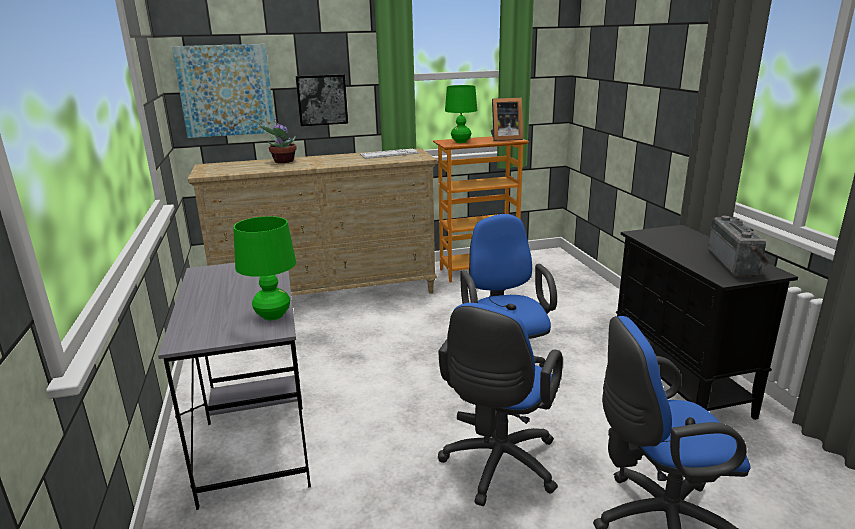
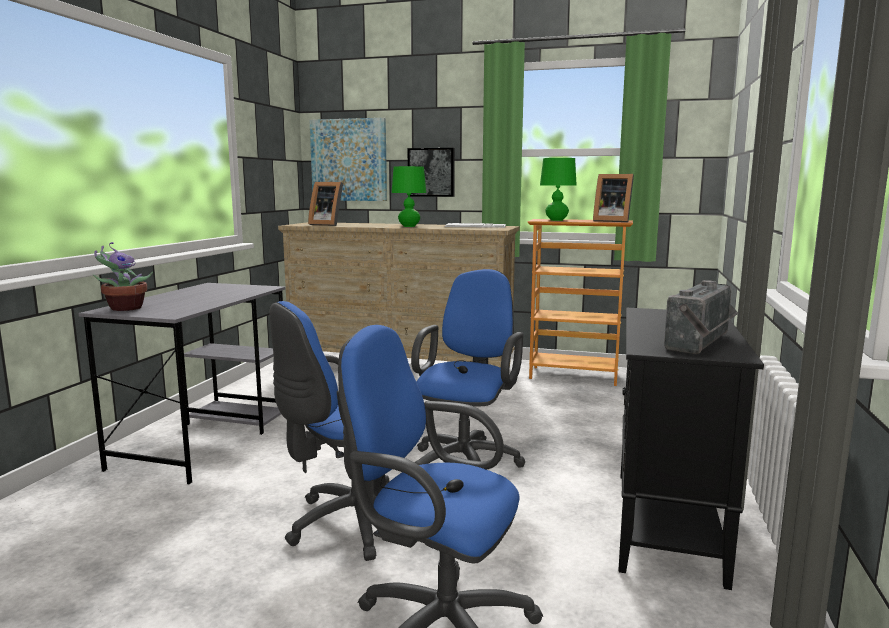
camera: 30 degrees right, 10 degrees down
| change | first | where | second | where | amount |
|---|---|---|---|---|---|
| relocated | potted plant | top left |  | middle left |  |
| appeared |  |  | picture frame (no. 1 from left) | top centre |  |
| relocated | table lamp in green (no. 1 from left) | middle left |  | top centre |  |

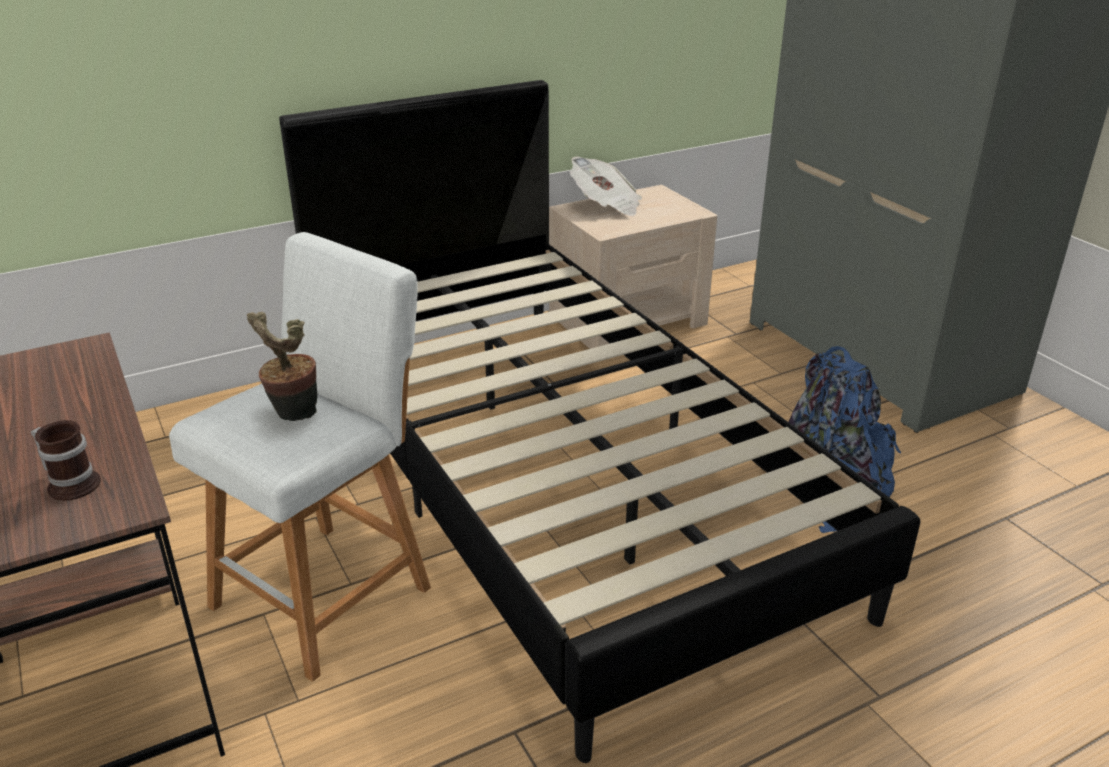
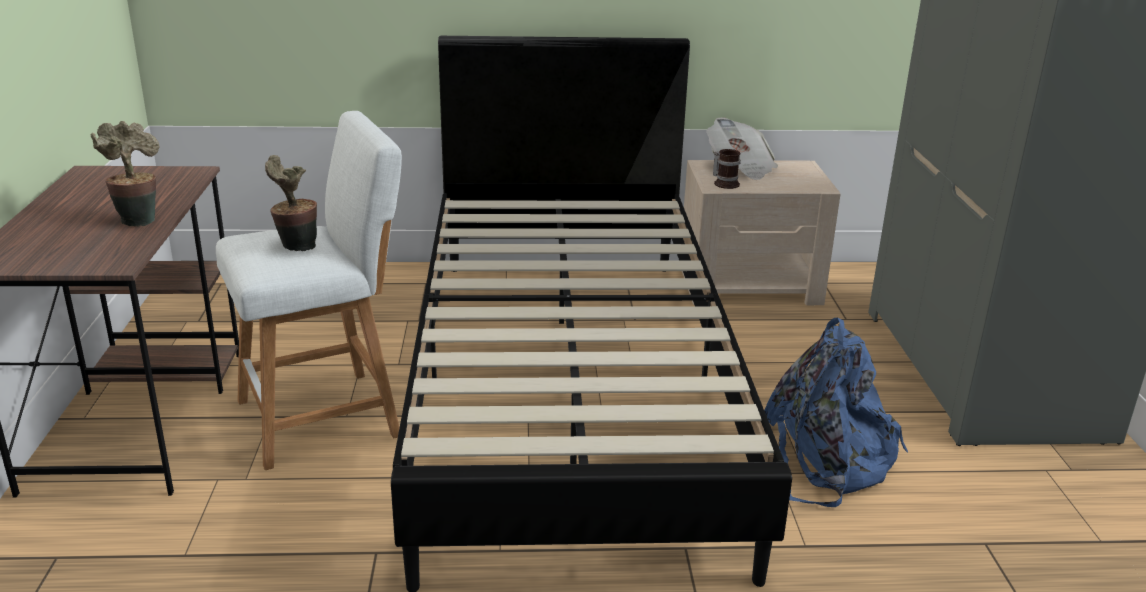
camera: 25 degrees right, 5 degrees down
| change | first | where | second | where | amount |
|---|---|---|---|---|---|
| appeared |  |  | potted plant (no. 1 from left) | top left |  |
| relocated | mug | middle left |  | top centre |  |

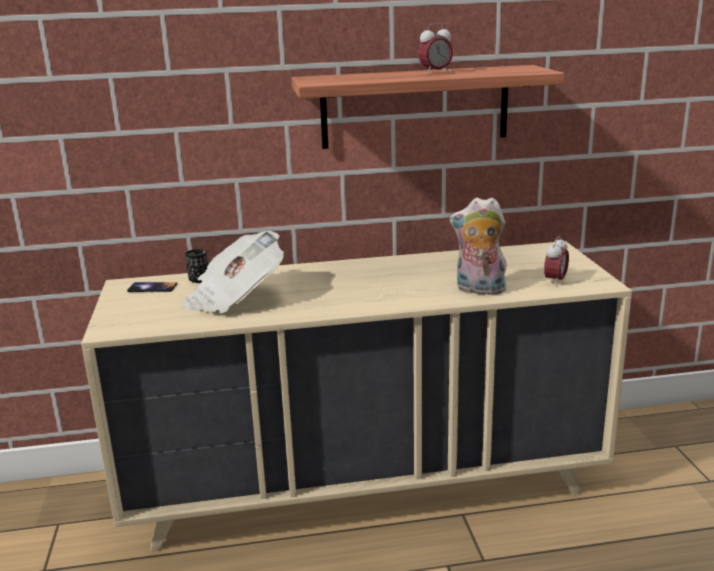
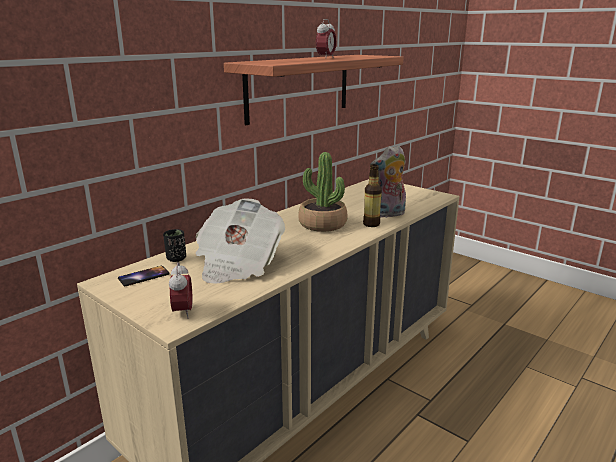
camera: 40 degrees left, 0 degrees up
| change | first | where | second | where | amount |
|---|---|---|---|---|---|
| relocated | alarm clock (no. 2 from left in the first image) | middle right | alarm clock (no. 1 from left) | middle left |  |
| appeared |  |  | potted plant | centre |  |
| appeared |  |  | bottle | centre |  |

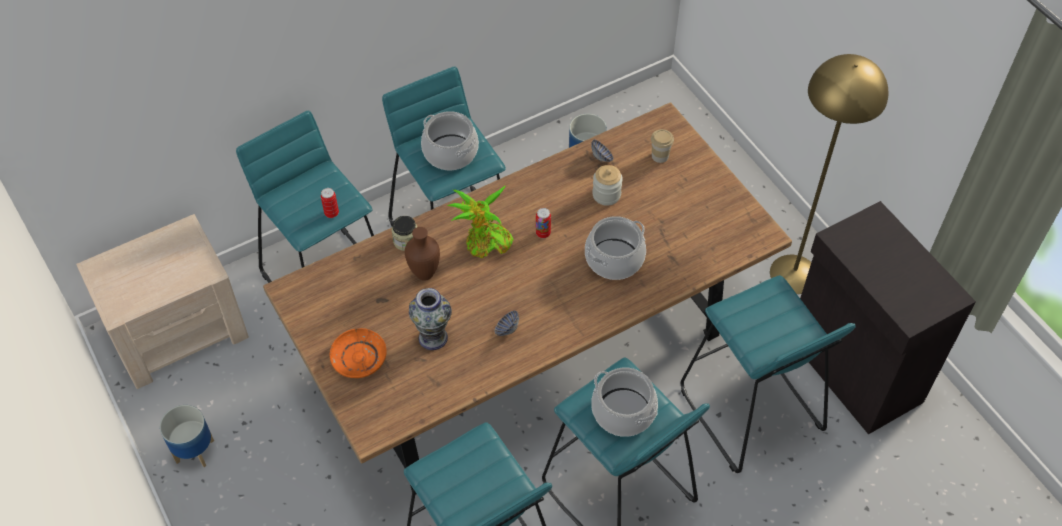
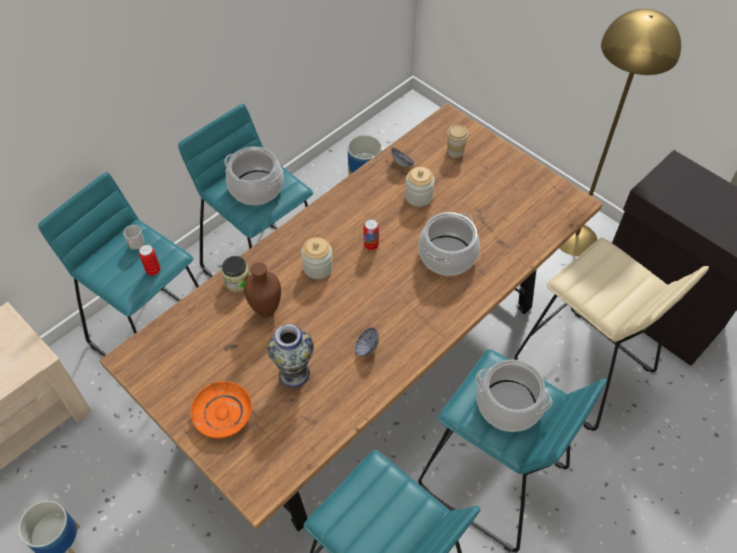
camera: 15 degrees left, 0 degrees up
| change | first | where | second | where | amount |
|---|---|---|---|---|---|
| appeared |  |  | mug | middle left |  |
| exchanged | potted plant | centre | jar (no. 2 from left) | centre |  |
| colour | stool in turquoise (no. 5 from left) | bottom right | stool in beige | middle right |  |

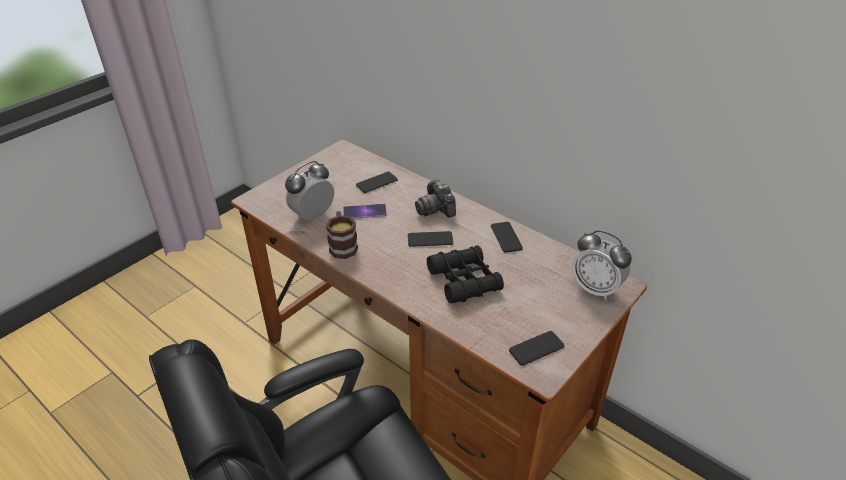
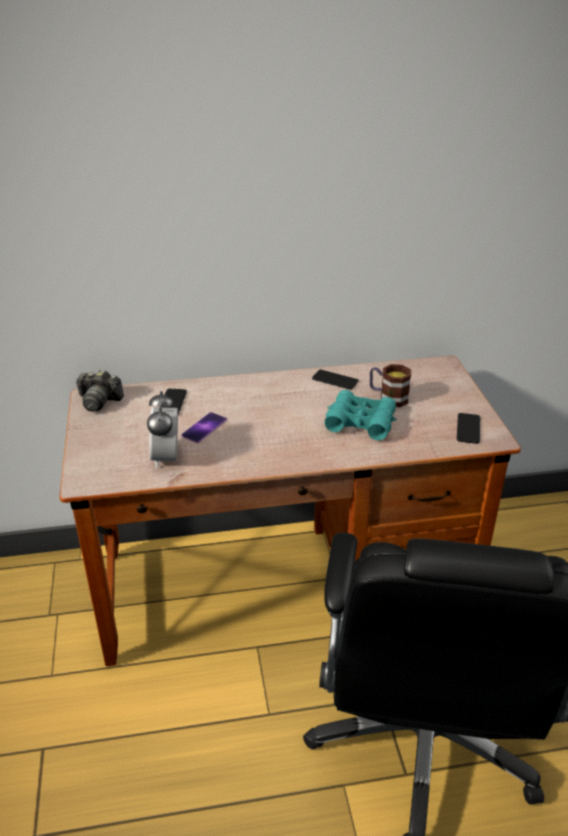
camera: 50 degrees left, 5 degrees down
| change | first | where | second | where | amount |
|---|---|---|---|---|---|
| relocated | photo camera | centre |  | middle left |  |
| colour | binoculars in black | centre | binoculars in turquoise | centre |  |
| relocated | mug | centre |  | middle right |  |
| missing | phone (no. 3 from left) | centre |  |  |  |
| missing | alarm clock (no. 2 from left) | middle right |  |  |  |

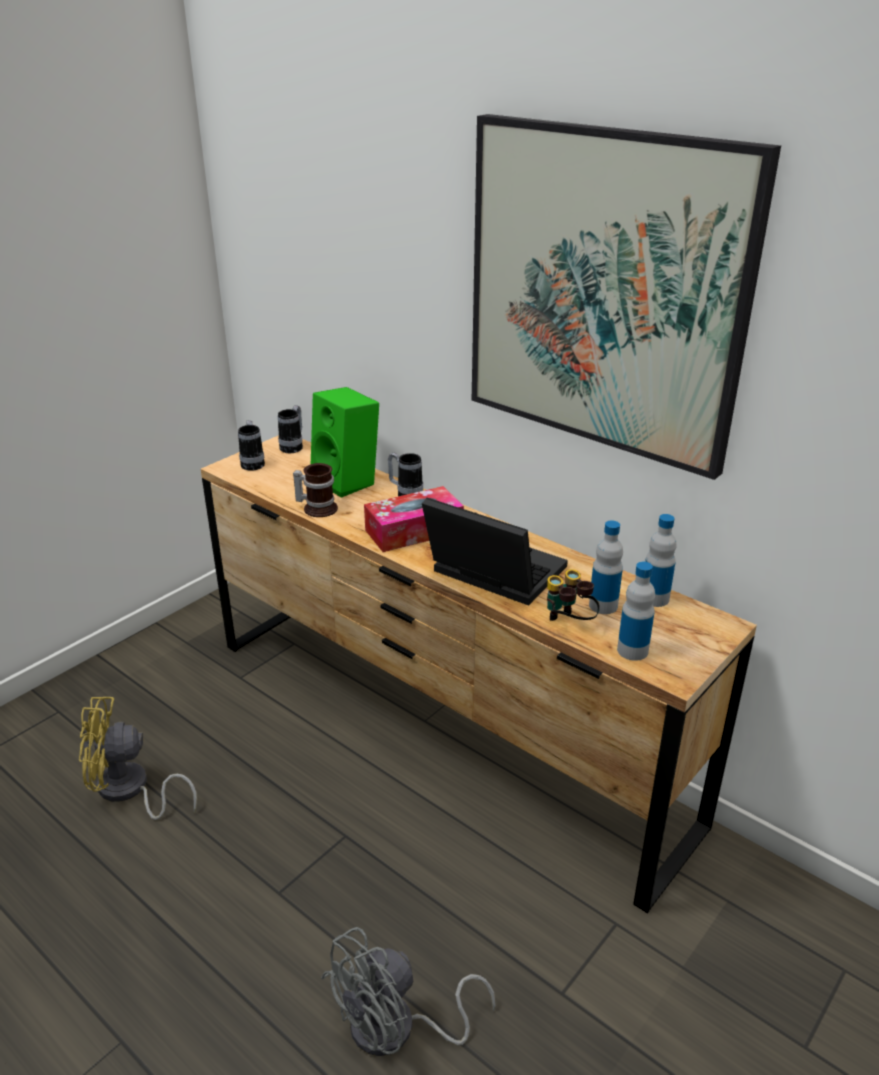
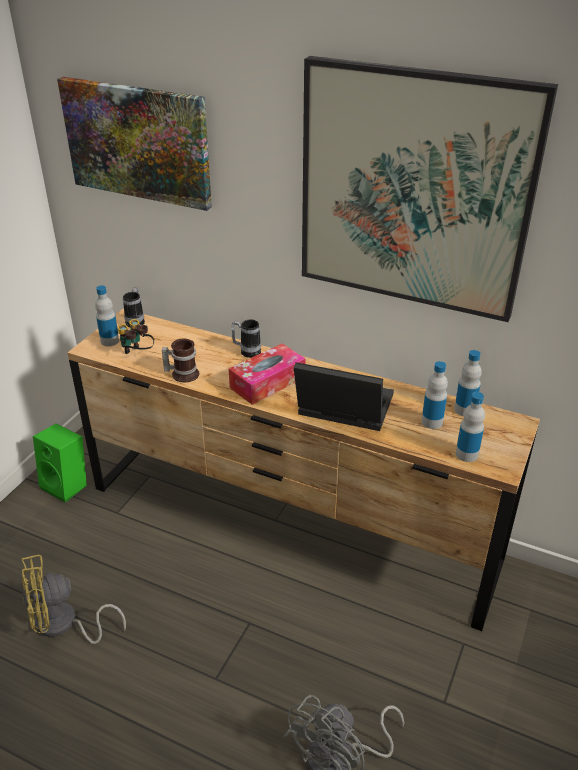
camera: 15 degrees left, 5 degrees up
| change | first | where | second | where | amount |
|---|---|---|---|---|---|
| relocated | speaker in green | centre |  | middle left |  |
| appeared |  |  | picture (no. 1 from left) | top left |  |
| exchanged | mug (no. 1 from left) | middle left | bottle (no. 1 from left) | middle left |  |
| relocated | binoculars | centre |  | middle left |  |

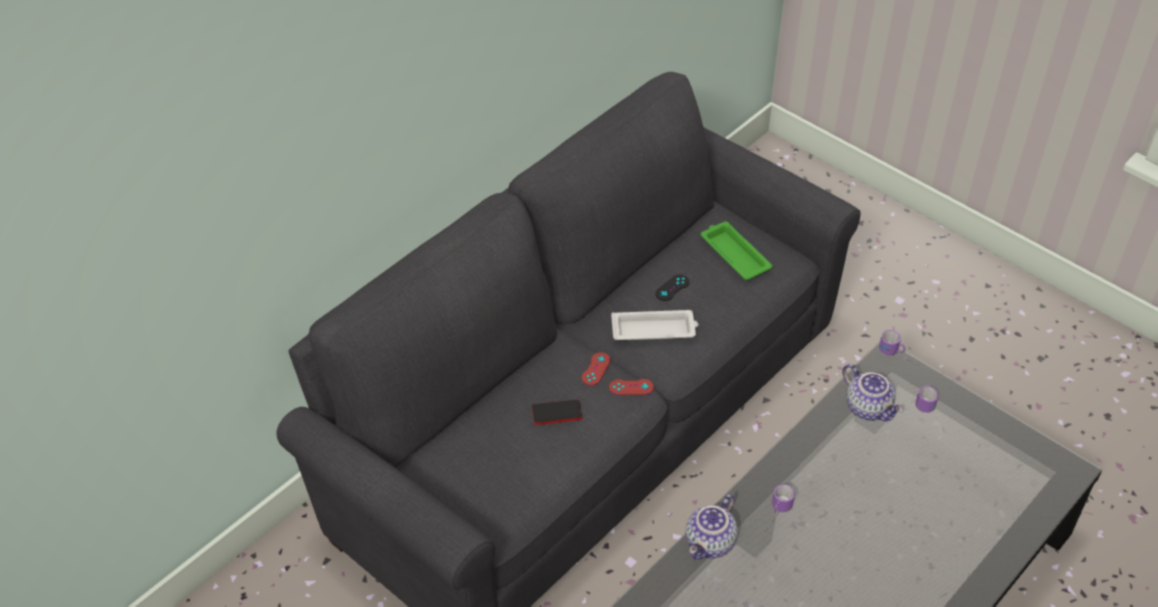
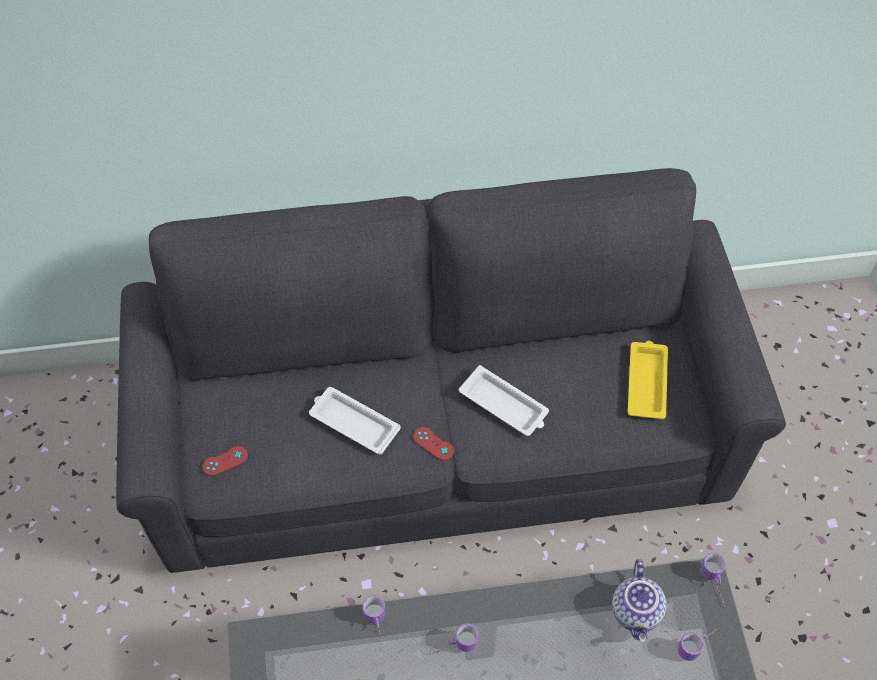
camera: 40 degrees right, 10 degrees up
| change | first | where | second | where | amount |
|---|---|---|---|---|---|
| relocated | game controller in red (no. 1 from left) | centre |  | bottom left |  |
| exchanged | phone | bottom centre | tray in white (no. 1 from left) | centre |  |
| exchanged | teapot (no. 1 from left) | bottom centre | mug (no. 1 from left) | bottom centre |  |
| colour | tray in green | centre | tray in yellow | middle right |  |
| missing | game controller in black | centre |  |  |  |

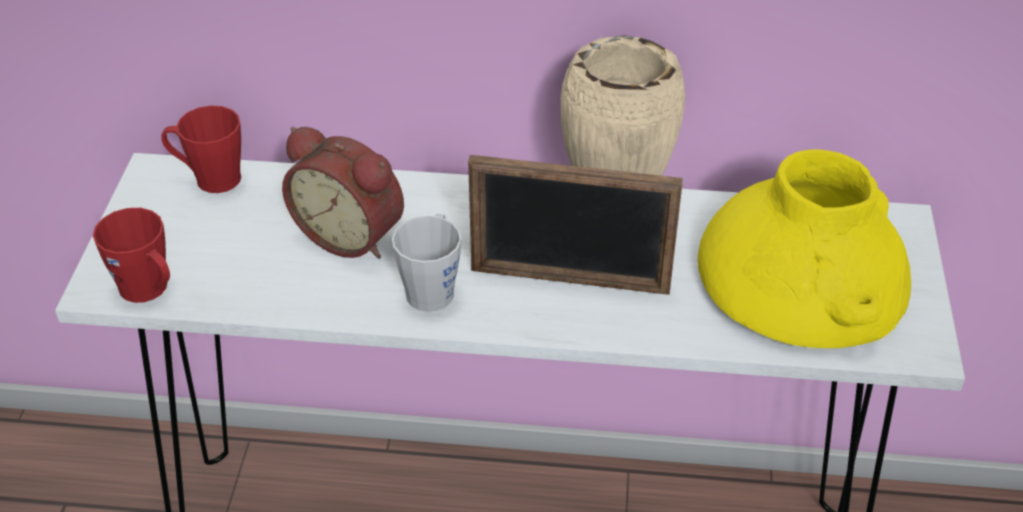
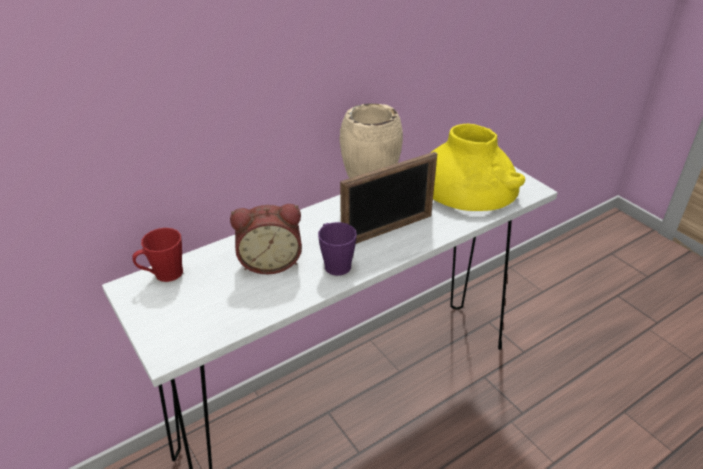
camera: 40 degrees left, 5 degrees down
| change | first | where | second | where | amount |
|---|---|---|---|---|---|
| colour | mug in grey | centre | mug in purple | centre |  |
| missing | mug in red (no. 1 from left) | middle left |  |  |  |

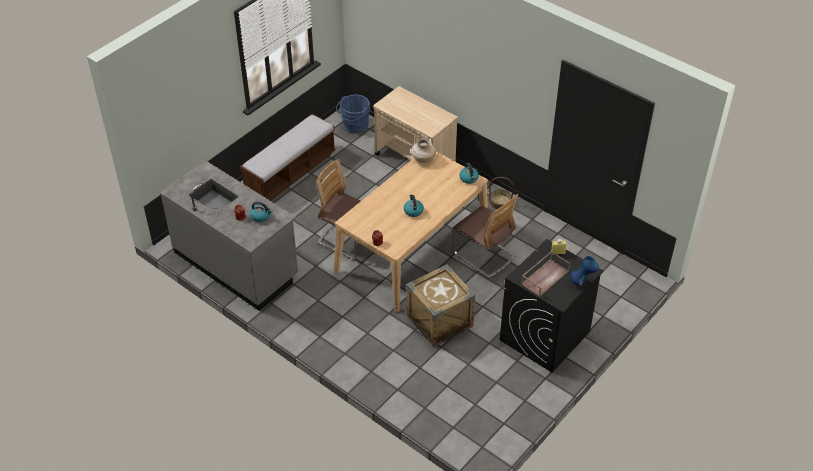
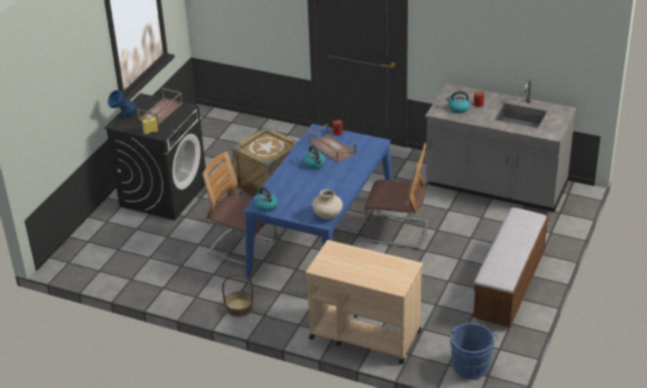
camera: 165 degrees right, 10 degrees down
| change | first | where | second | where | amount |
|---|---|---|---|---|---|
| colour | dining table in beige | centre | dining table in blue | centre |  |
| appeared |  |  | tray in brown (no. 2 from left) | centre |  |

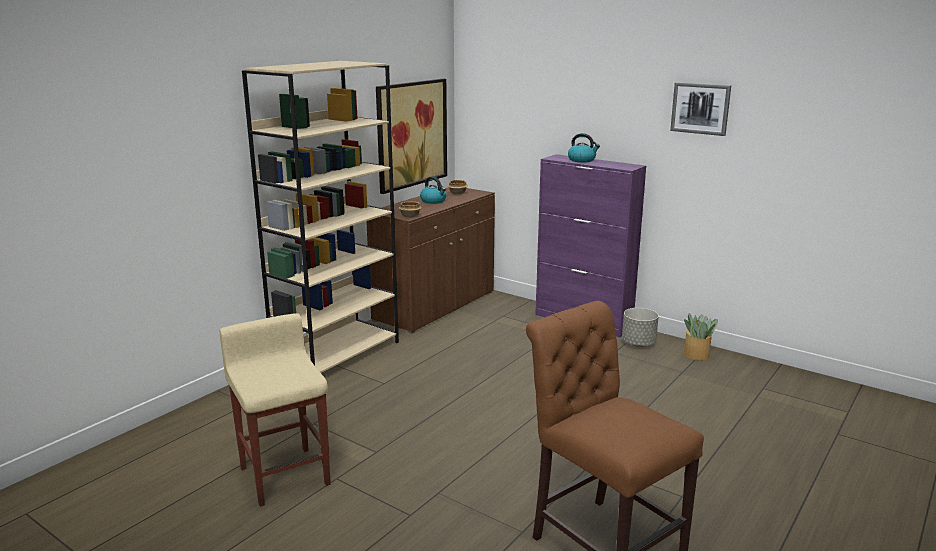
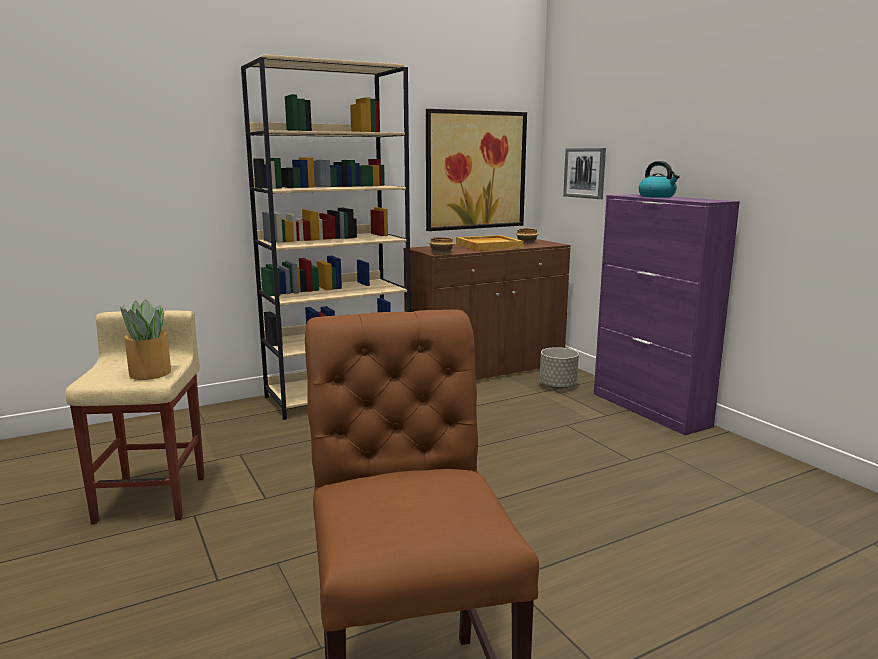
camera: 25 degrees right, 5 degrees down
| change | first | where | second | where | amount |
|---|---|---|---|---|---|
| relocated | potted plant | middle right |  | middle left |  |
| exchanged | kettle (no. 1 from left) | centre | tray in beige | centre |  |
| relocated | planter in grey | middle right |  | centre |  |
| relocated | picture (no. 2 from left) | top right |  | top centre |  |

